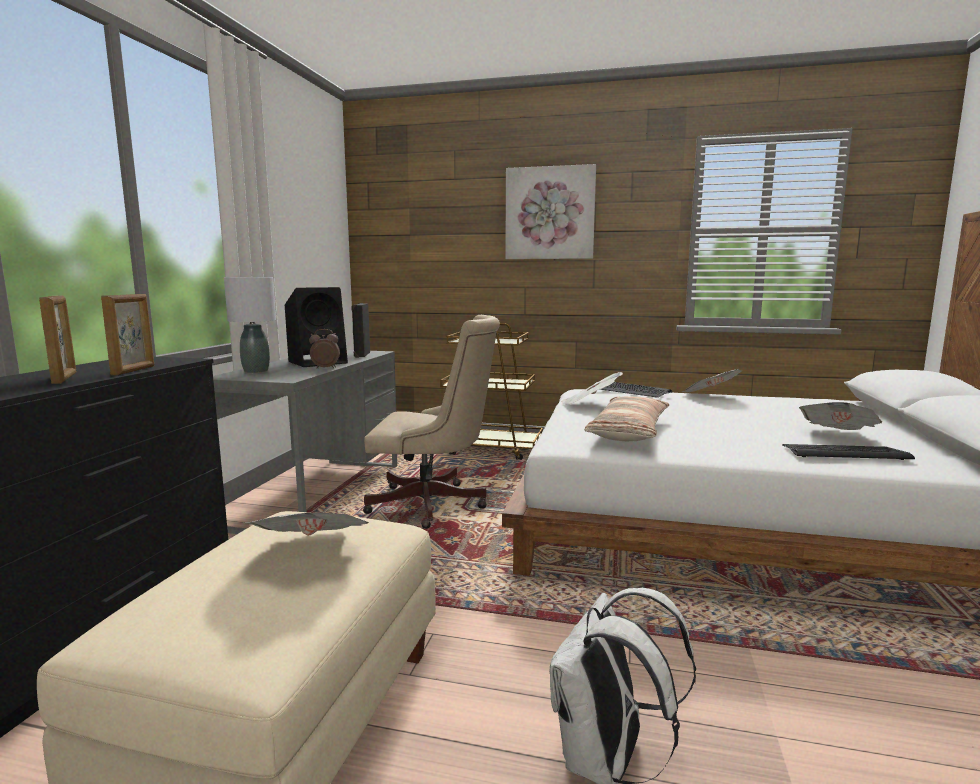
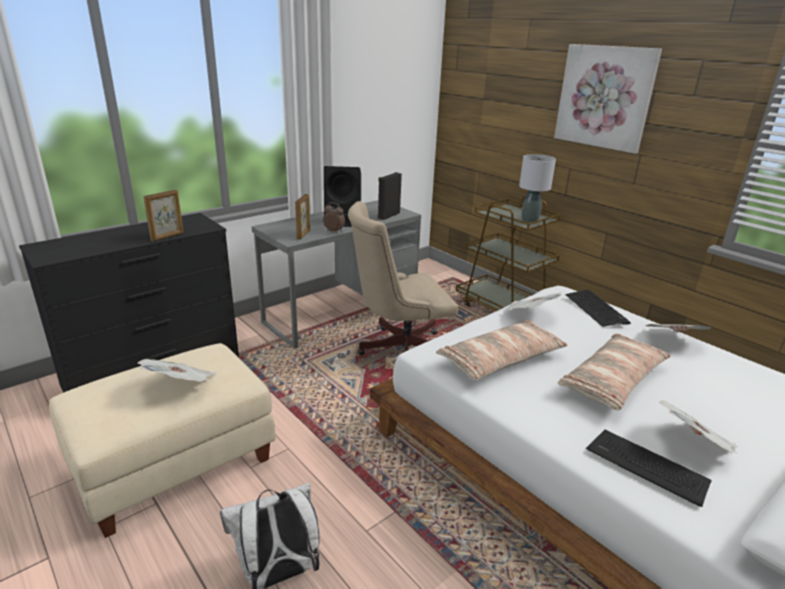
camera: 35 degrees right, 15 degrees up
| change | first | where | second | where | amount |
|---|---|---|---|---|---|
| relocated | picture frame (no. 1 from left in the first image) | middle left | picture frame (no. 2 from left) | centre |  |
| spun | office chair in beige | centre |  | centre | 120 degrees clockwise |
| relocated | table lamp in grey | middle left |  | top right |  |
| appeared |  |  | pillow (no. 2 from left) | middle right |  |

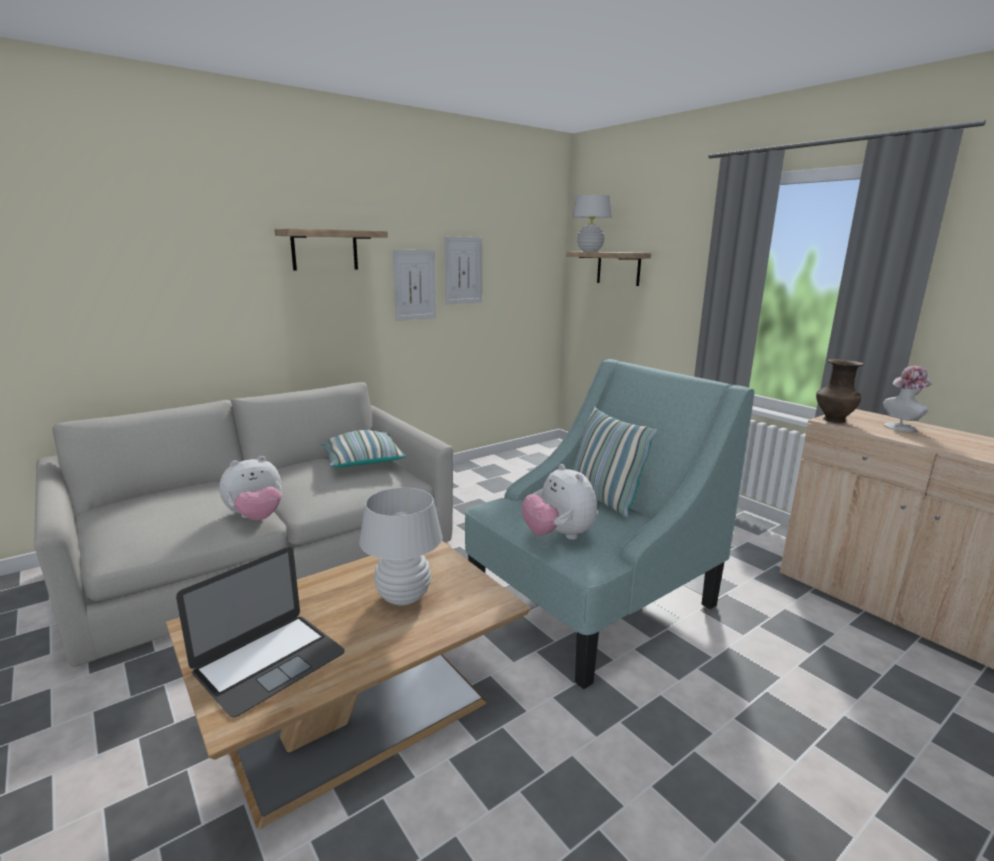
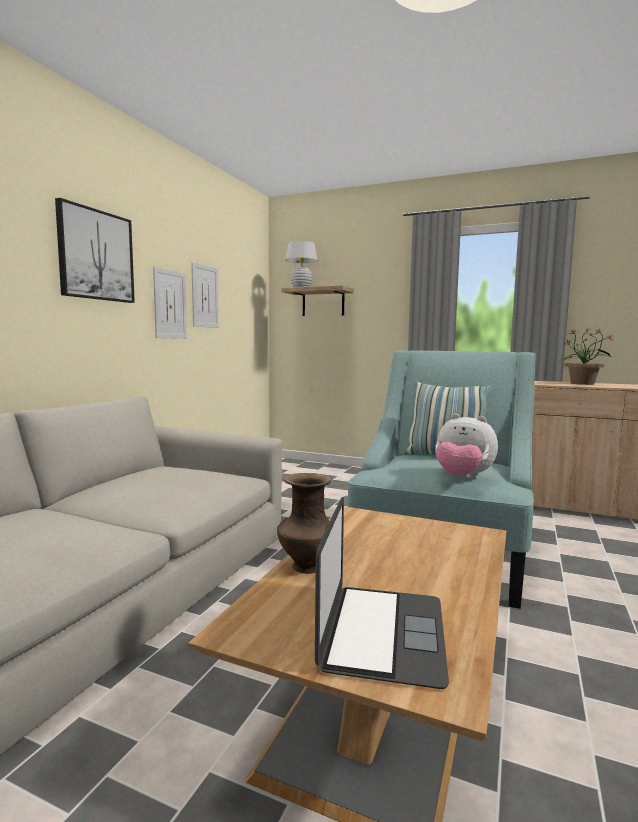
camera: 30 degrees left, 10 degrees down
| change | first | where | second | where | amount |
|---|---|---|---|---|---|
| exchanged | shelf (no. 1 from left) | top left | picture (no. 1 from left) | top left |  |
| relocated | vase in brown | middle right |  | centre |  |
| exchanged | hat | middle right | potted plant | middle right |  |
| missing | plush toy (no. 1 from left) | middle left |  |  |  |
| missing | pillow (no. 1 from left) | centre |  |  |  |
| missing | table lamp in white (no. 1 from left) | centre |  |  |  |

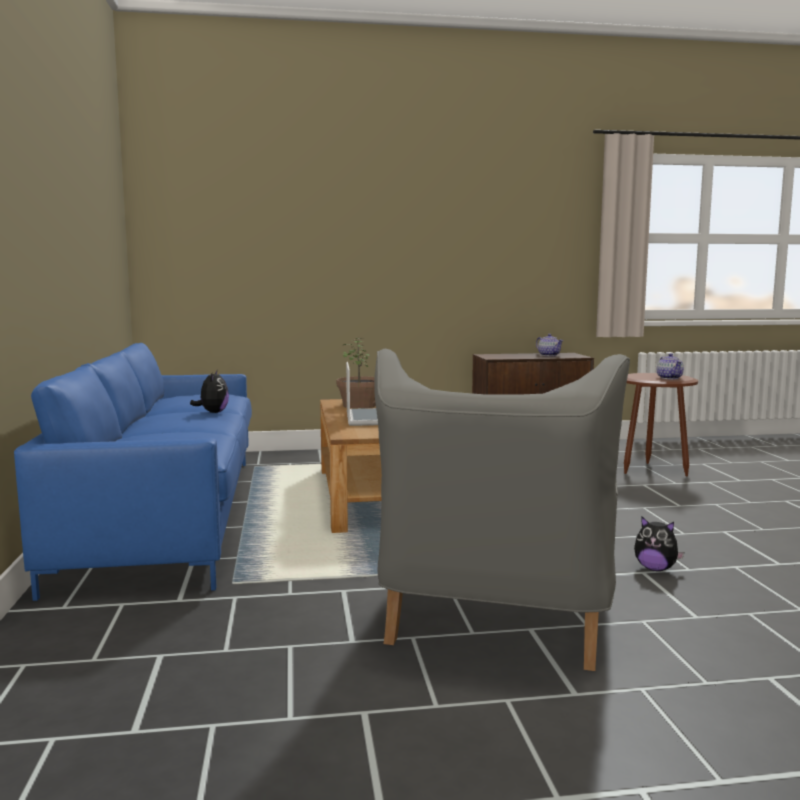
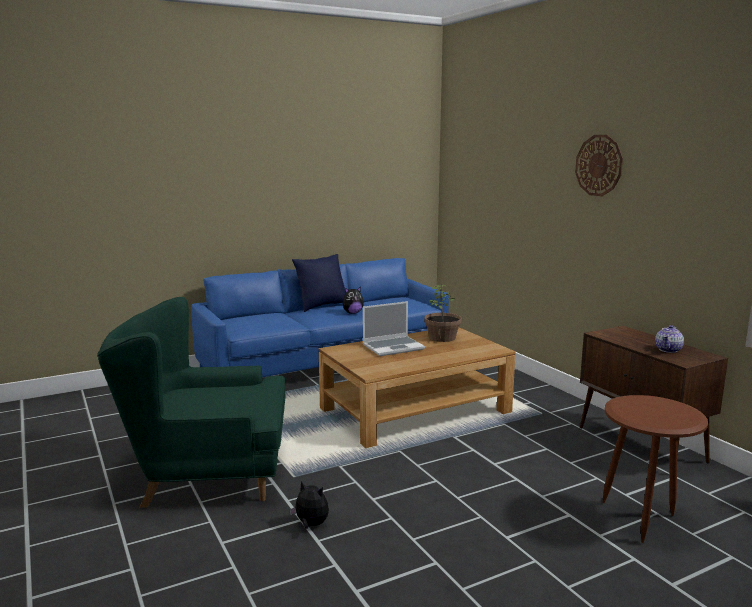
camera: 70 degrees right, 5 degrees up
| change | first | where | second | where | amount |
|---|---|---|---|---|---|
| colour | armchair in grey | centre | armchair in green | middle left |  |
| spun | plush toy (no. 2 from left in the first image) | bottom right | plush toy (no. 1 from left) | bottom centre | 105 degrees clockwise |
| appeared |  |  | pillow in blue | centre |  |
| appeared |  |  | wall clock | top right |  |
| missing | teapot (no. 2 from left) | middle right |  |  |  |

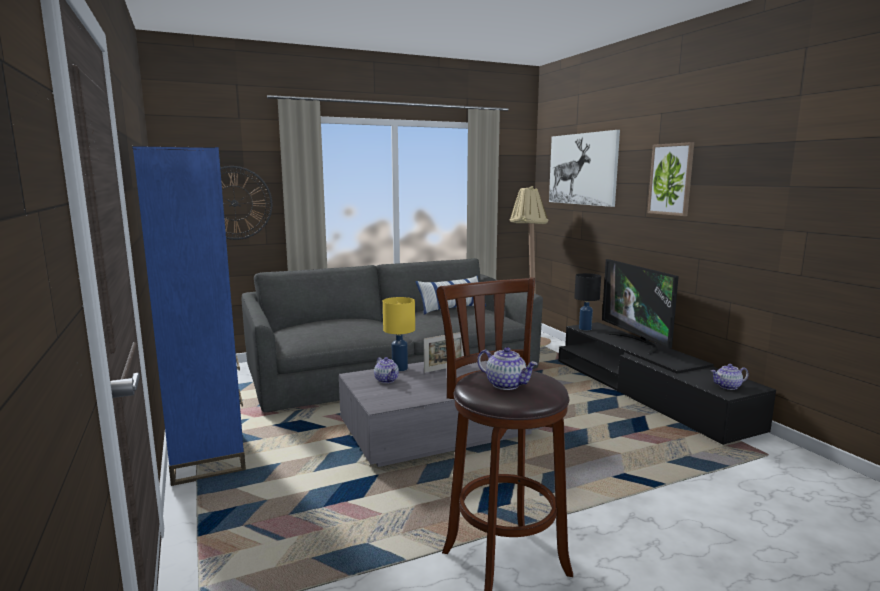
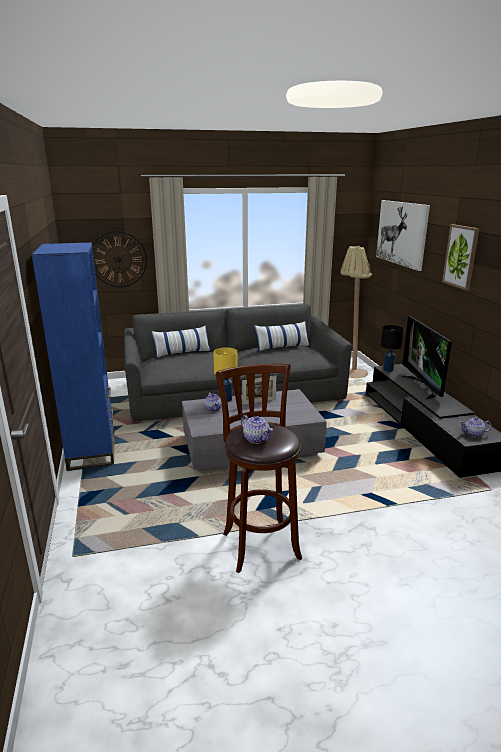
camera: 10 degrees right, 10 degrees up
| change | first | where | second | where | amount |
|---|---|---|---|---|---|
| appeared |  |  | pillow (no. 1 from left) | centre |  |

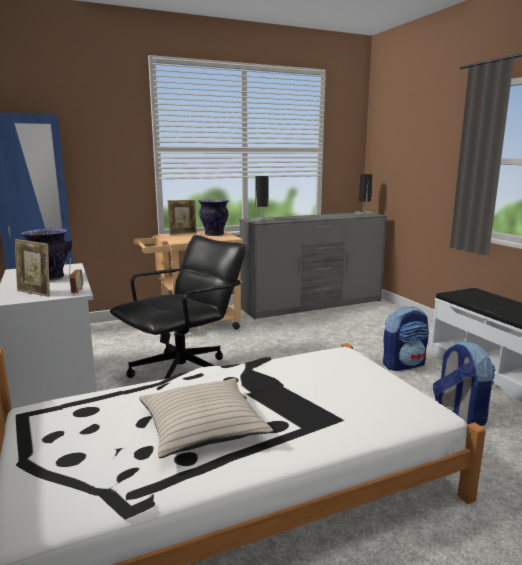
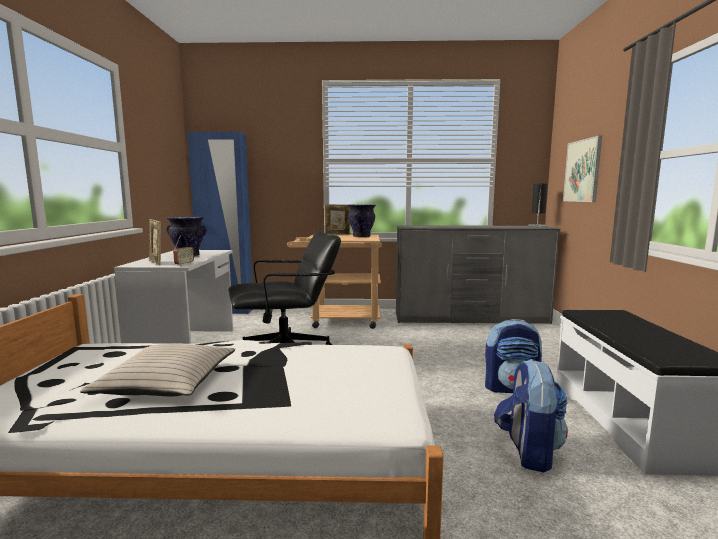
camera: 25 degrees right, 5 degrees down
| change | first | where | second | where | amount |
|---|---|---|---|---|---|
| appeared |  |  | picture | top right |  |
| missing | table lamp in black (no. 1 from left) | centre |  |  |  |

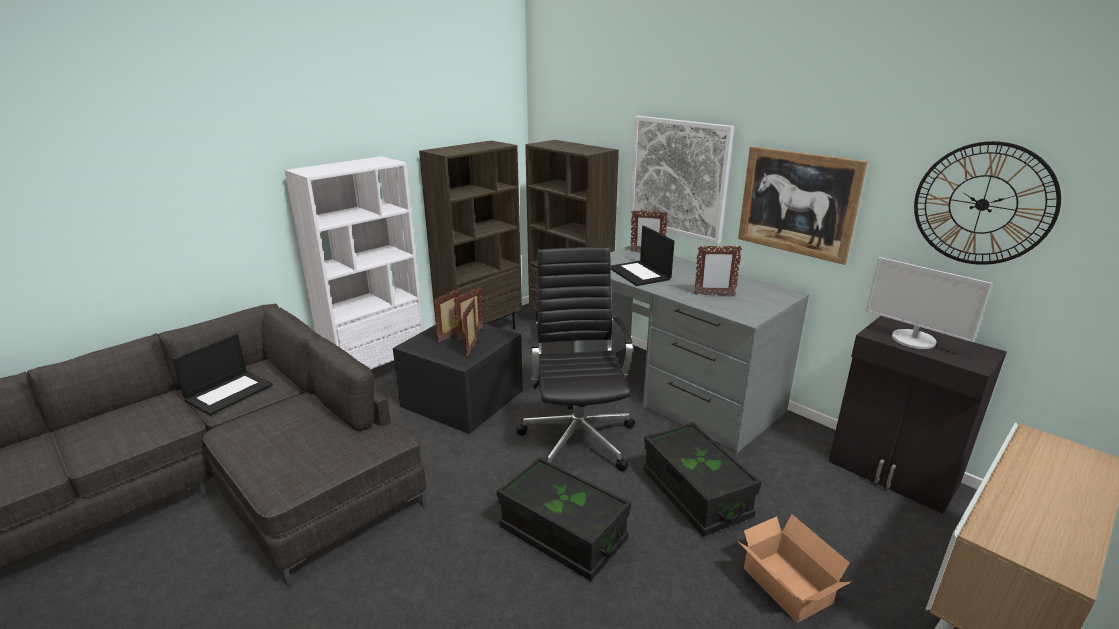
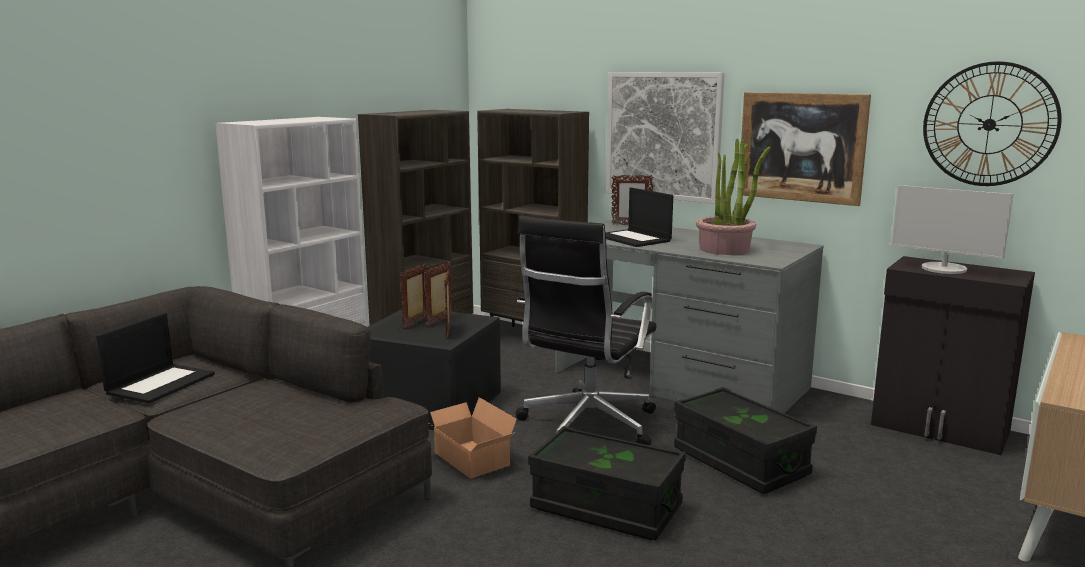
camera: 10 degrees left, 10 degrees down
| change | first | where | second | where | amount |
|---|---|---|---|---|---|
| relocated | cardboard box | bottom right |  | bottom centre |  |
| spun | office chair in black | centre |  | centre | 135 degrees counterclockwise |
| exchanged | picture frame (no. 5 from left) | centre | potted plant | middle right |  |

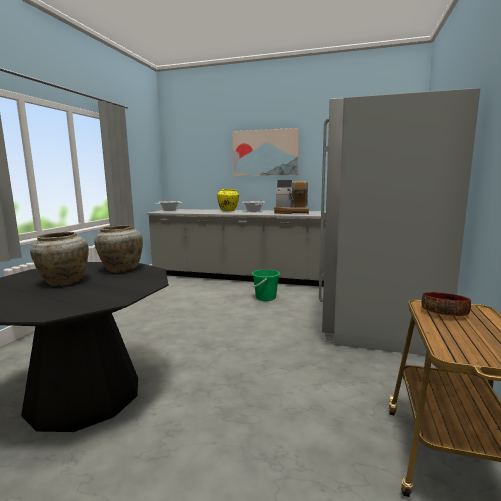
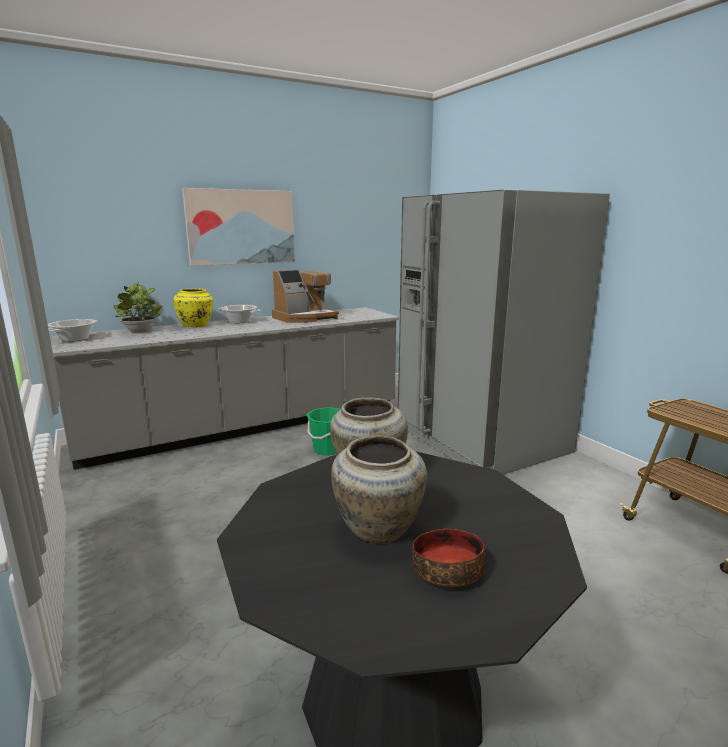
camera: 45 degrees left, 5 degrees up
| change | first | where | second | where | amount |
|---|---|---|---|---|---|
| appeared |  |  | potted plant | middle left |  |
| relocated | bowl | middle right |  | bottom centre |  |

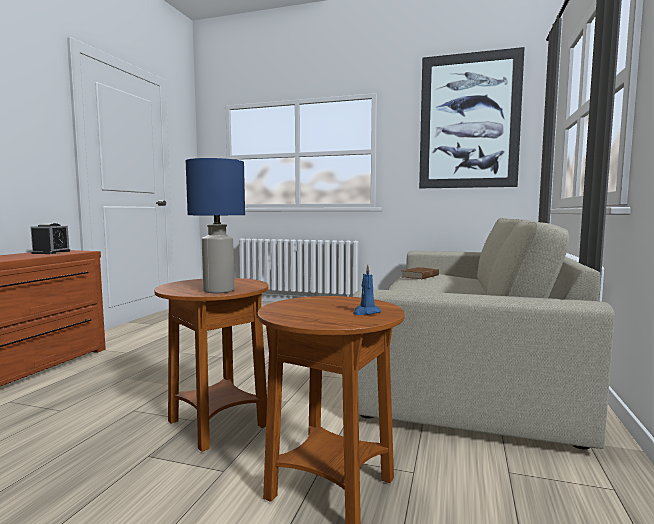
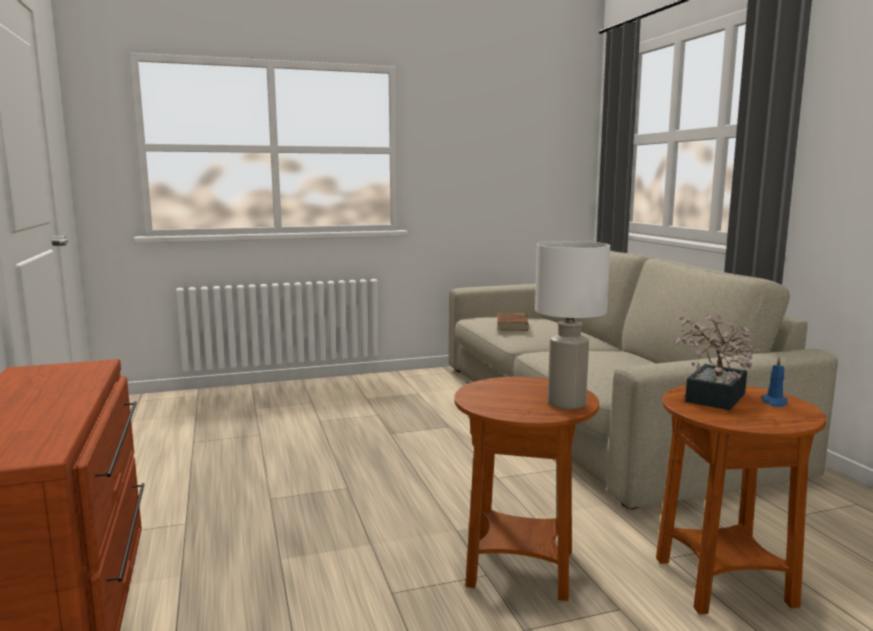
camera: 35 degrees left, 5 degrees up
| change | first | where | second | where | amount |
|---|---|---|---|---|---|
| colour | table lamp in blue | middle left | table lamp in white | centre |  |
| appeared |  |  | potted plant | middle right |  |
| missing | alarm clock | middle left |  |  |  |
| missing | picture | top right |  |  |  |

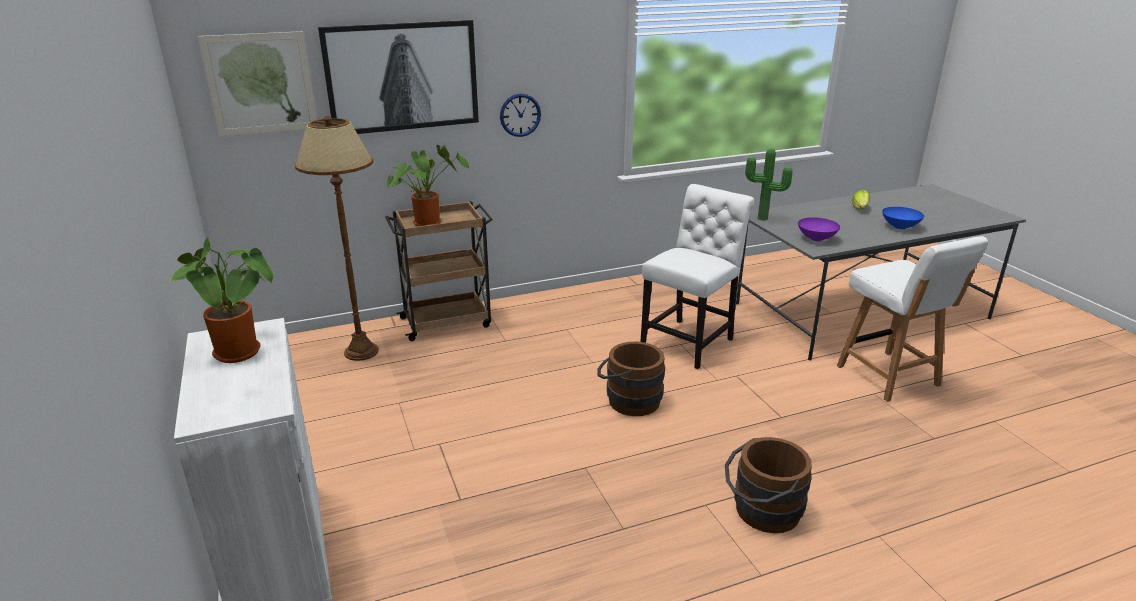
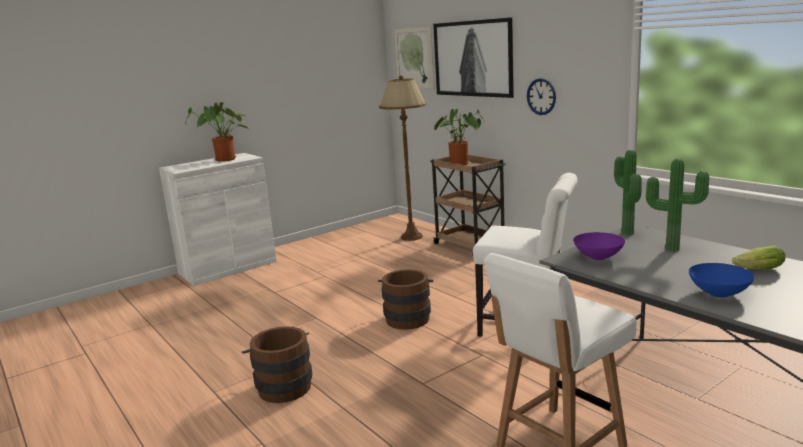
camera: 75 degrees right, 10 degrees down
| change | first | where | second | where | amount |
|---|---|---|---|---|---|
| appeared |  |  | potted plant (no. 4 from left) | middle right |  |

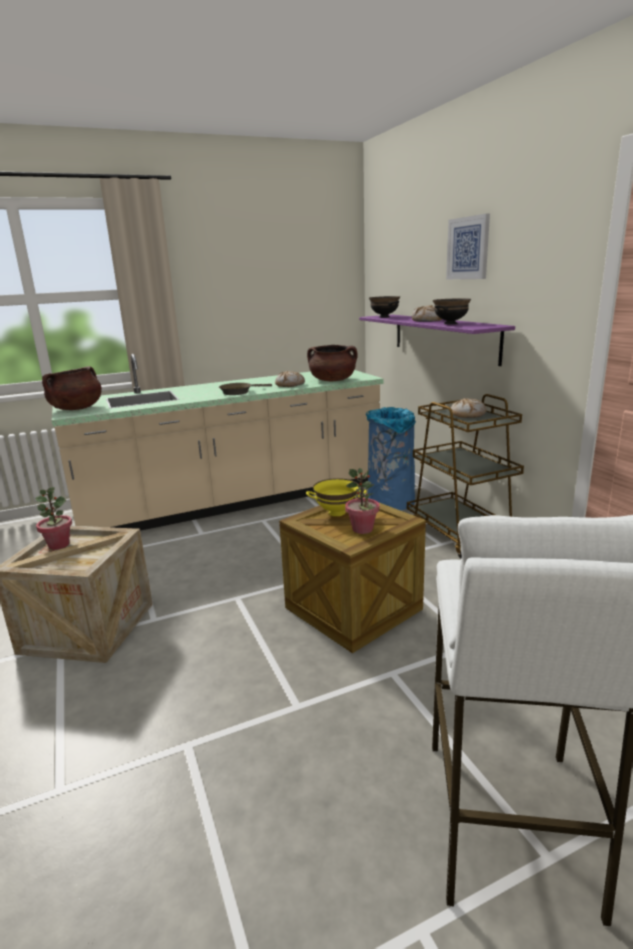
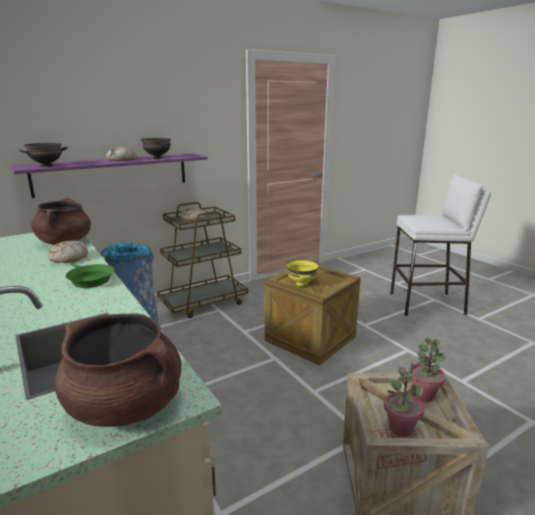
camera: 100 degrees left, 0 degrees up
| change | first | where | second | where | amount |
|---|---|---|---|---|---|
| colour | frying pan in brown | centre | frying pan in green | middle left |  |
| relocated | potted plant (no. 2 from left) | centre |  | bottom right |  |
| missing | picture | top right |  |  |  |

